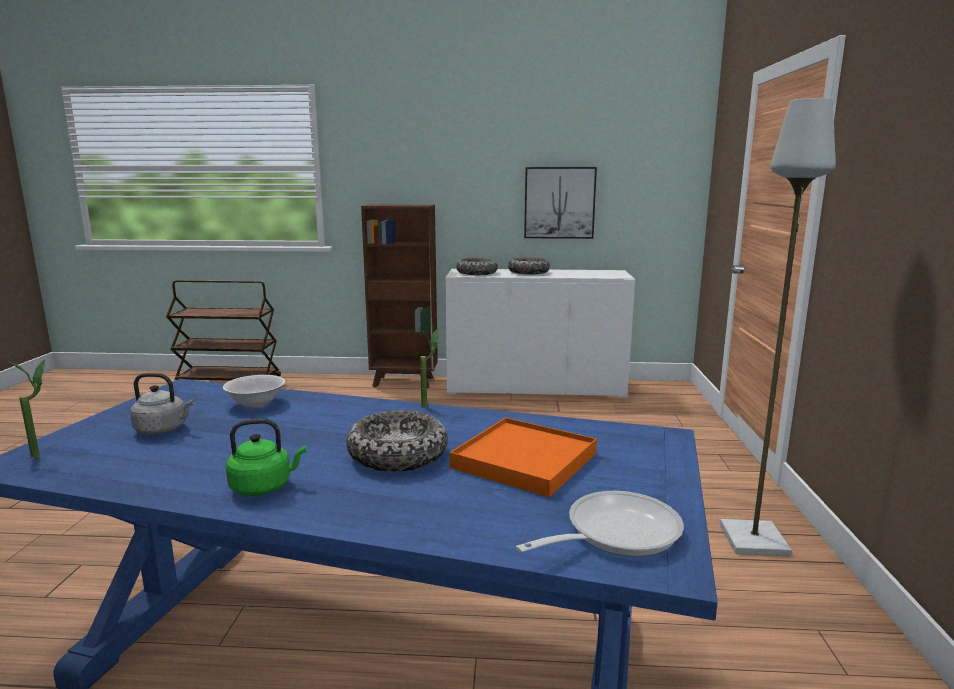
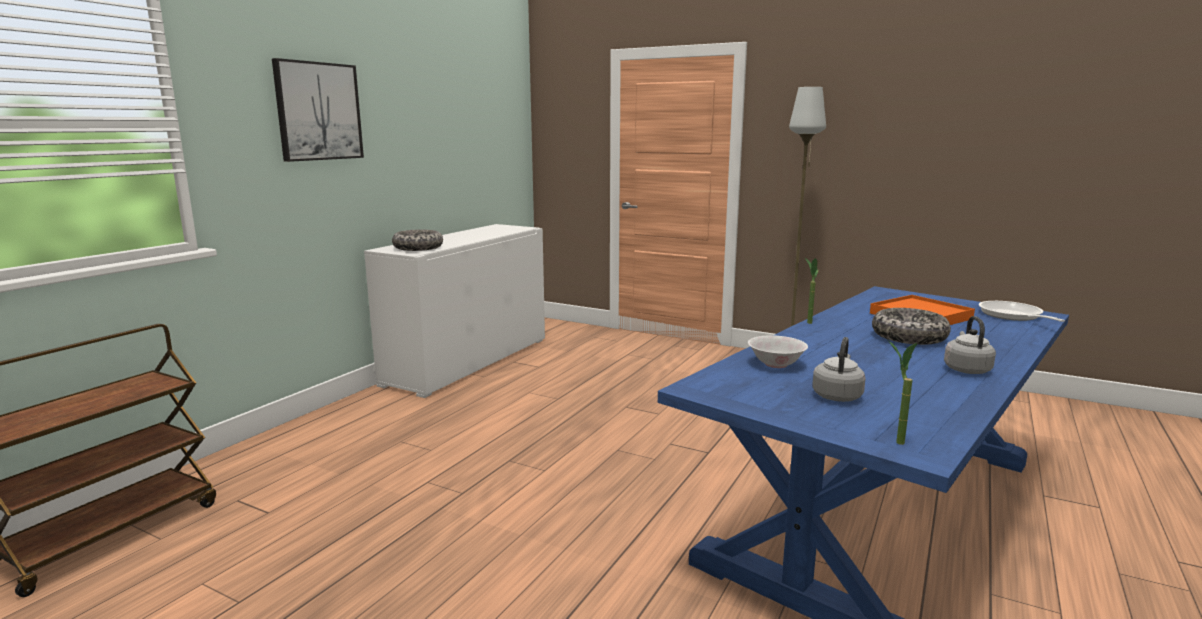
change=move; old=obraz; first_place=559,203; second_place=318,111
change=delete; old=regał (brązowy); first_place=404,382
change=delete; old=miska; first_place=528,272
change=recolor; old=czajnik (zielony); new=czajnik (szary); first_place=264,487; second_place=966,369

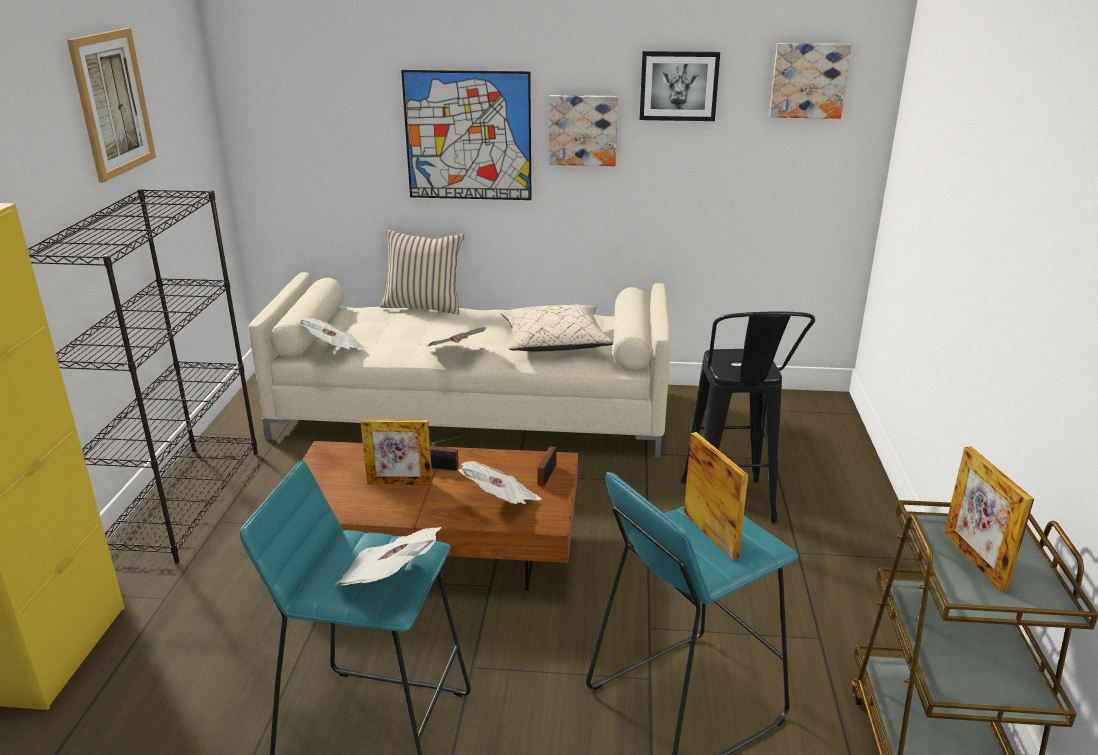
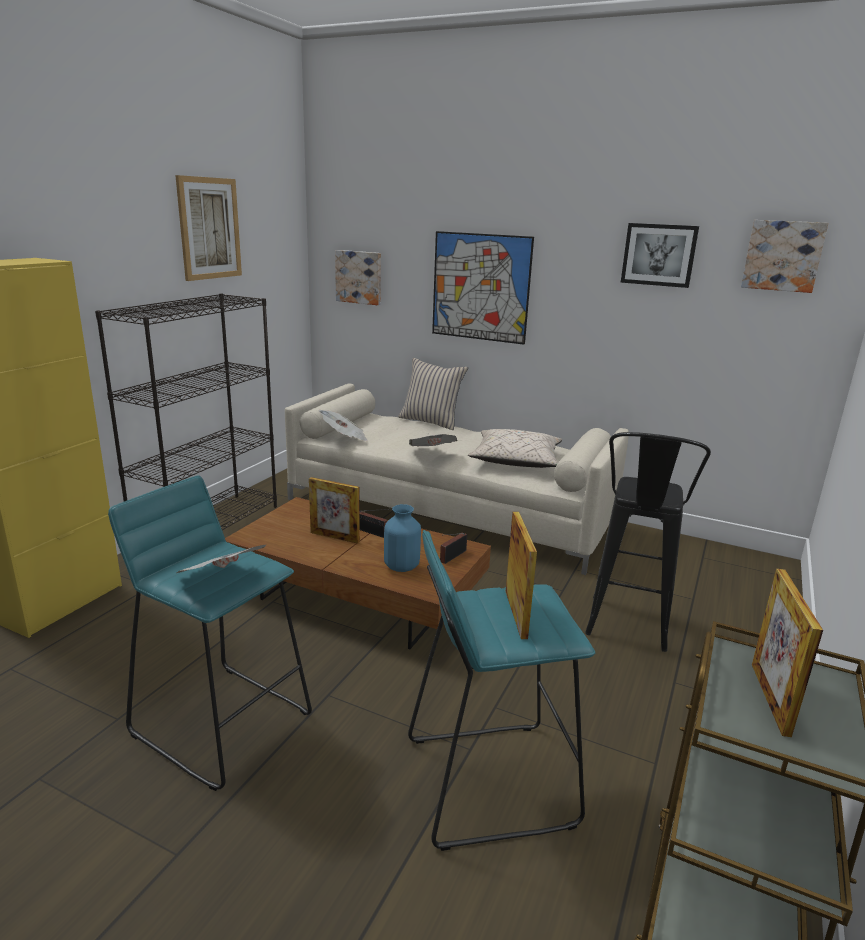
change=move; old=obraz; first_place=583,130; second_place=359,277
change=replace; old=gazeta; new=wazon (niebieski); first_place=501,501; second_place=402,566

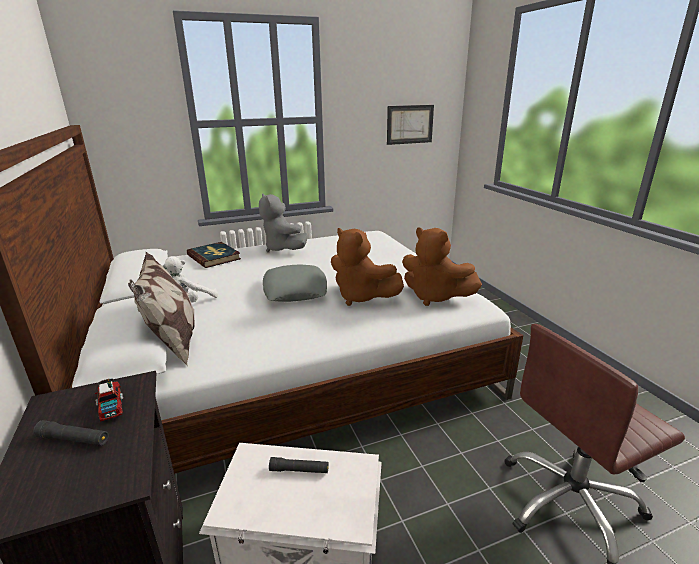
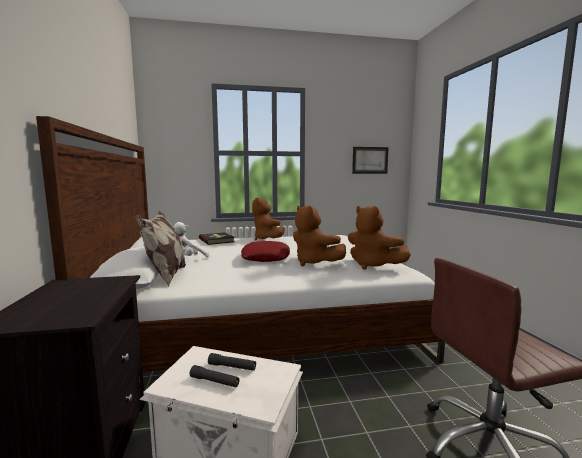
change=recolor; old=pluszak (szary); new=pluszak (brązowy); first_place=283,249; second_place=267,239
change=recolor; old=poduszka (szary); new=poduszka (czerwony); first_place=295,290; second_place=265,257
change=delete; old=ciężarówka zabawkowa; first_place=111,405
change=move; old=latarka (czarny); first_place=74,439; second_place=214,381

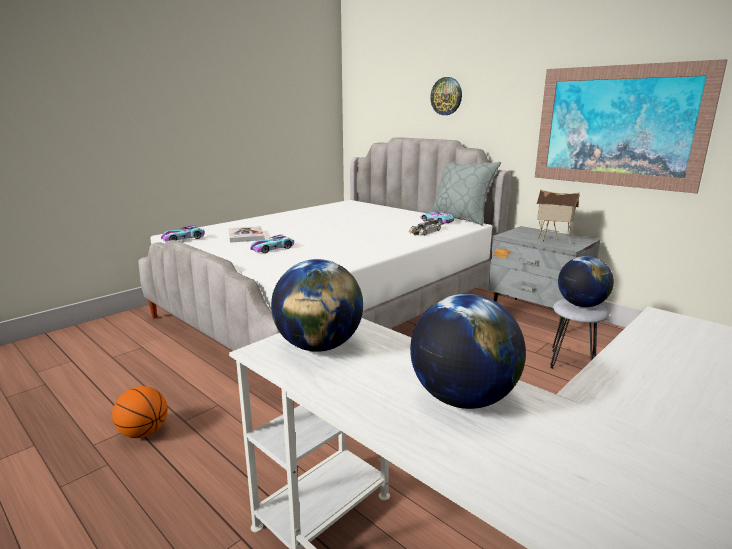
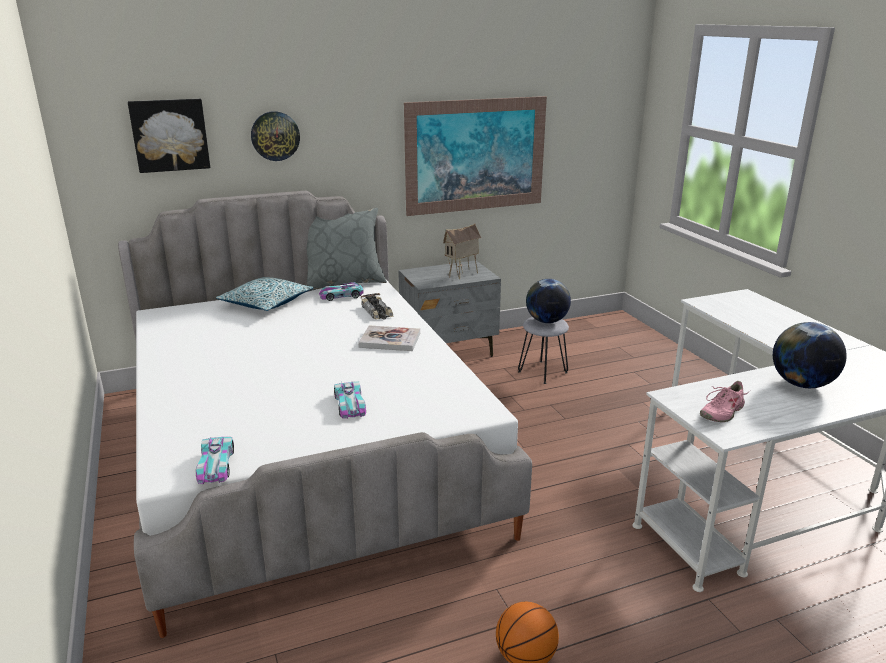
change=move; old=książka; first_place=246,236; second_place=390,340
change=replace; old=globus; new=but (różowy); first_place=319,346; second_place=721,412
change=insert; new=obraz; second_place=170,135
change=insert; new=poduszka; second_place=266,303

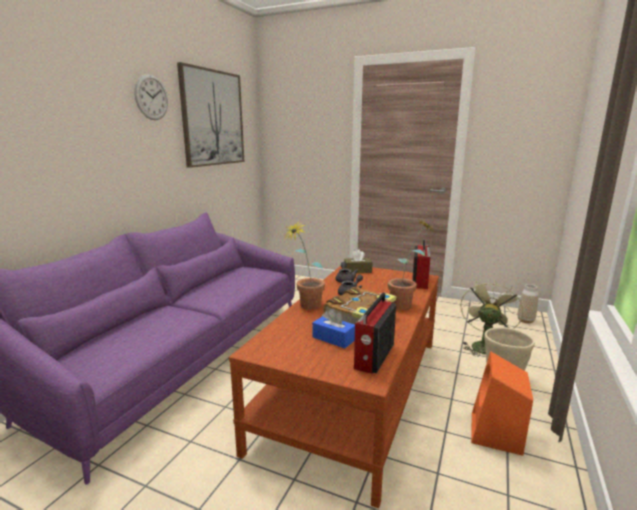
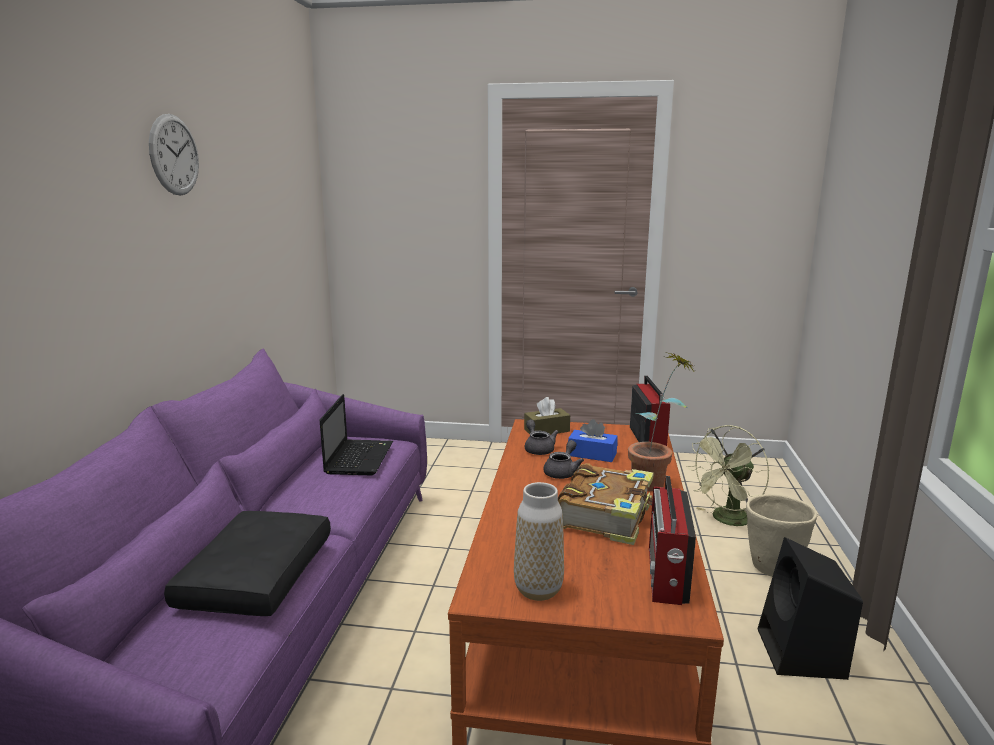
change=delete; old=obraz; first_place=213,118
change=delete; old=roślina doniczkowa; first_place=306,307
change=rotate; old=wentylator (zielony); first_place=484,345; second_place=727,521; degrees=-135
change=move; old=wazon; first_place=525,320; second_place=538,590
change=move; old=pudełko chusteczek (niebieski); first_place=333,338; second_place=592,454
change=recolor; old=głośnik (pomarańczowy); new=głośnik (czarny); first_place=496,434; second_place=802,655
change=insert; new=laptop; second_place=359,457
change=insert; new=poduszka (czarny); second_place=255,575

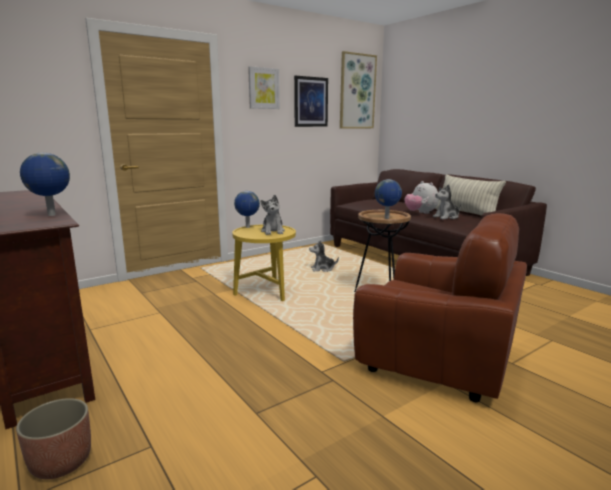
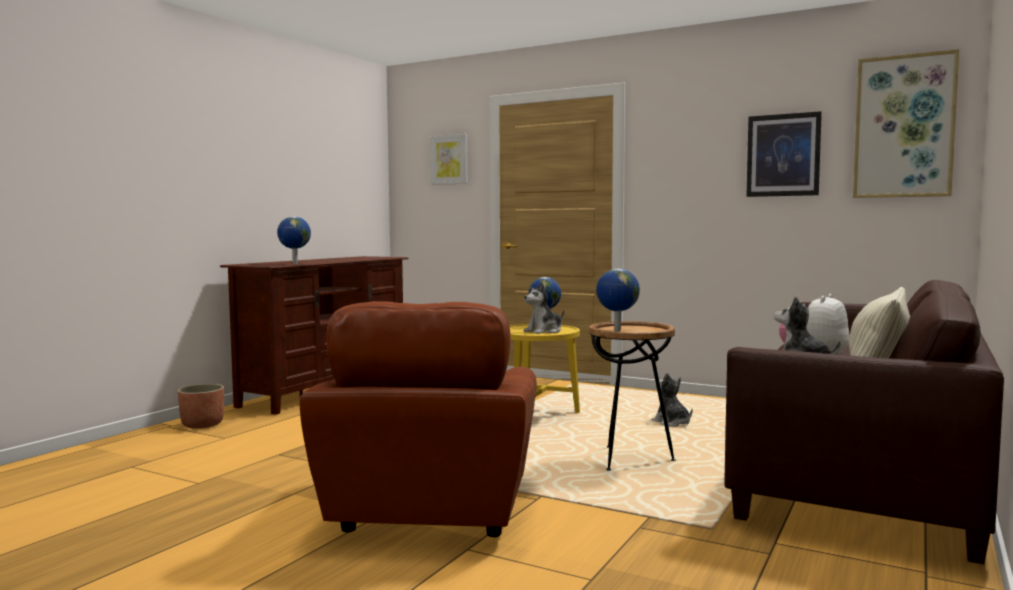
change=move; old=obraz; first_place=263,88; second_place=449,159

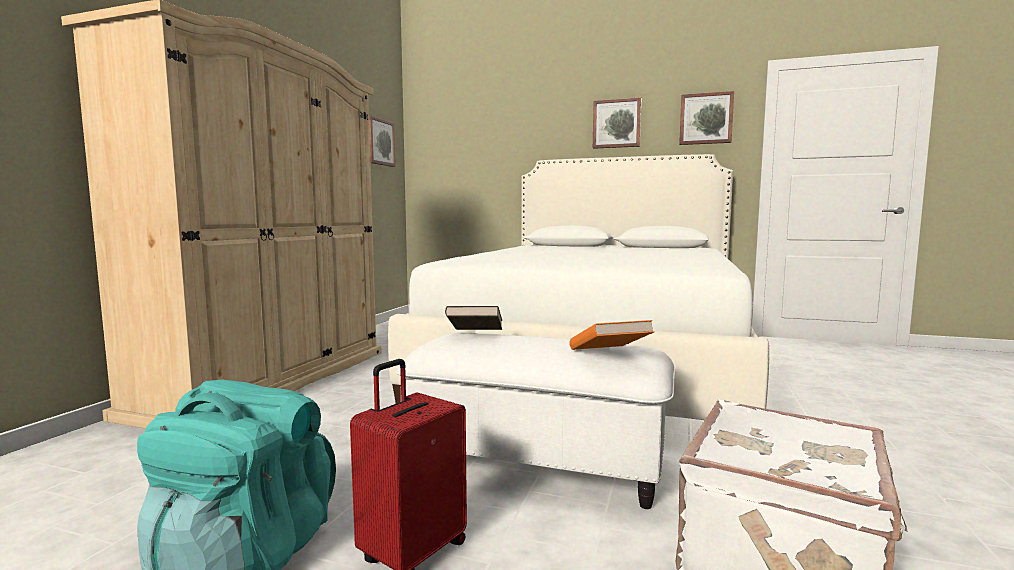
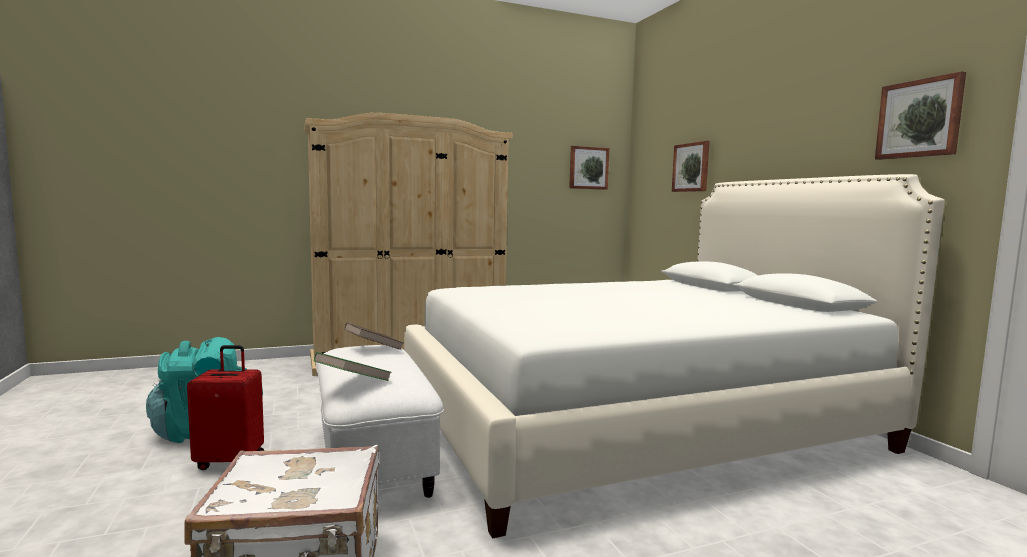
change=move; old=obraz; first_place=616,123; second_place=691,167
change=recolor; old=książka (pomarańczowy); new=książka (zielony); first_place=608,355; second_place=353,382

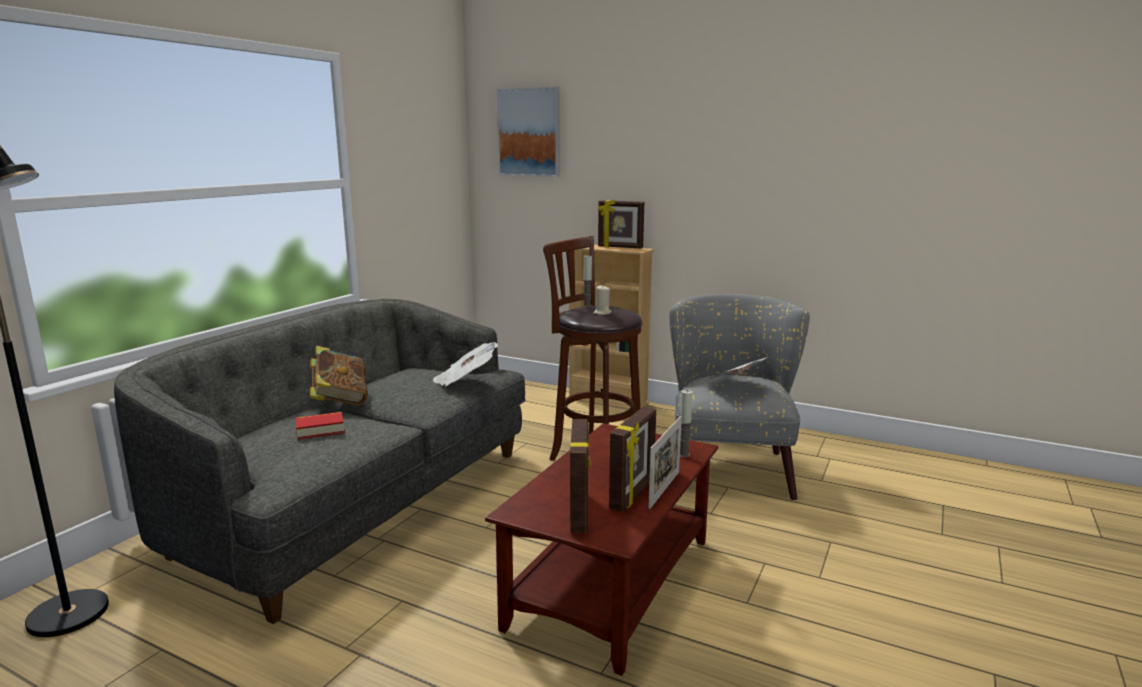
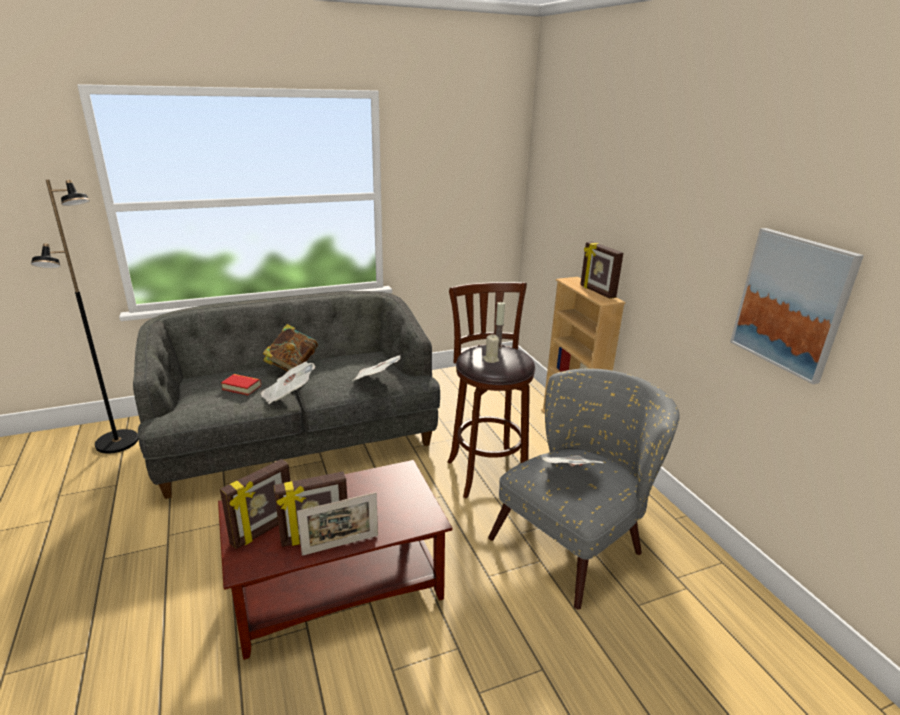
change=move; old=obraz; first_place=529,132; second_place=792,303
change=delete; old=świeca; first_place=684,455
change=insert; new=gazeta; second_place=288,395

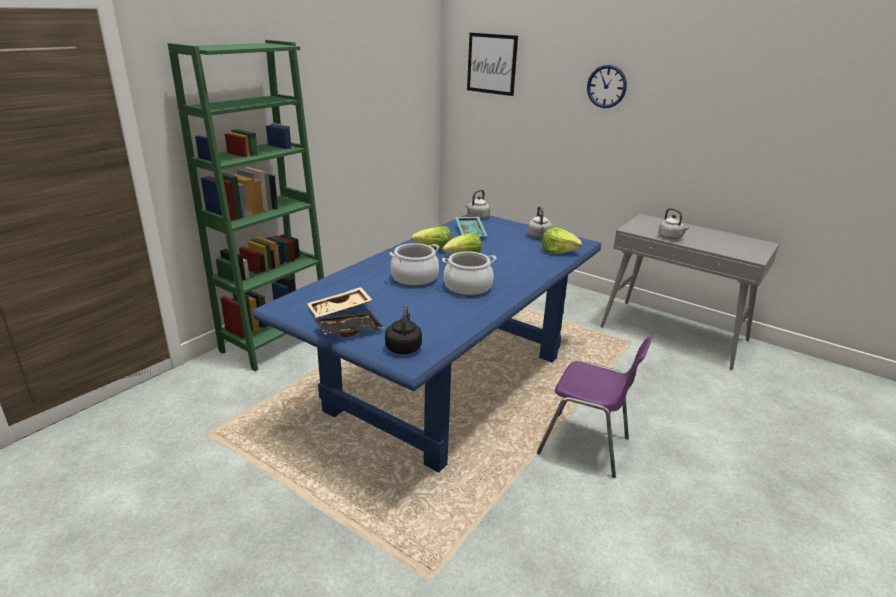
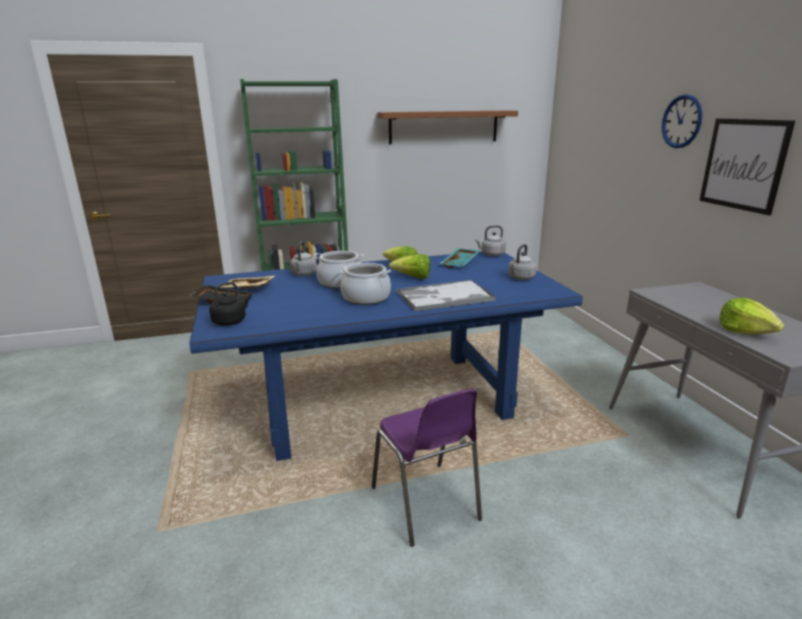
change=move; old=obraz; first_place=491,64; second_place=743,164
change=move; old=czajnik (szary); first_place=671,237; second_place=303,274
change=move; old=sałata; first_place=558,251; second_place=745,331
change=insert; new=półka (brązowy); second_place=443,127
change=insert; new=taca; second_place=444,297

